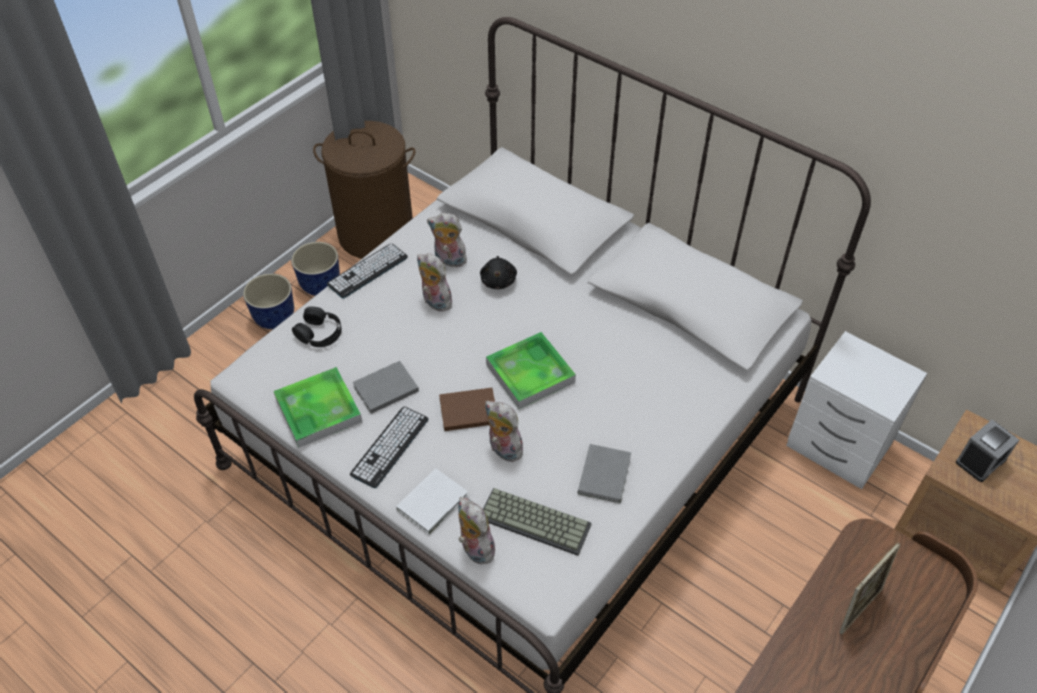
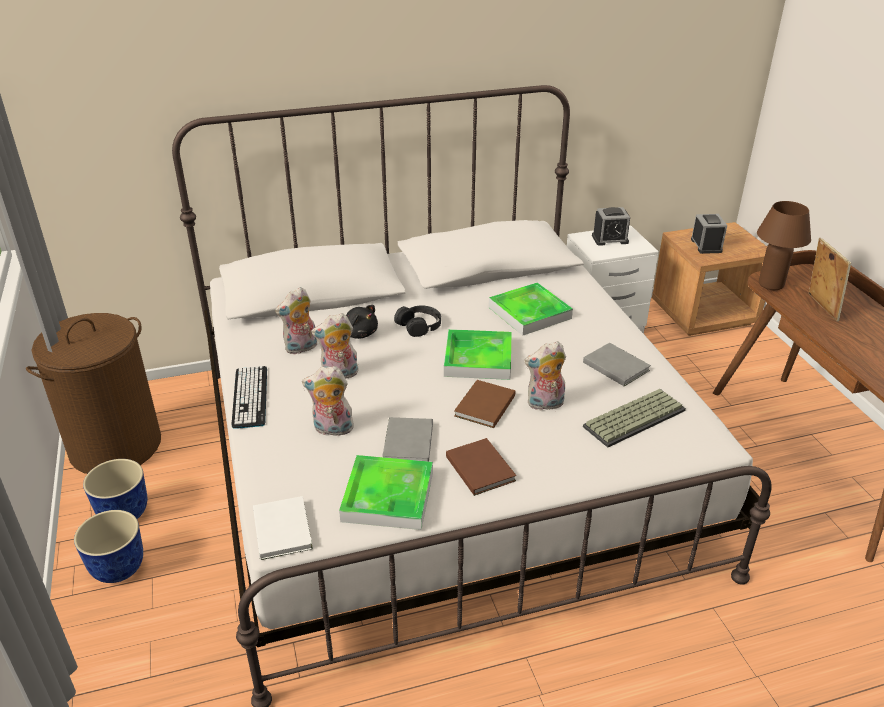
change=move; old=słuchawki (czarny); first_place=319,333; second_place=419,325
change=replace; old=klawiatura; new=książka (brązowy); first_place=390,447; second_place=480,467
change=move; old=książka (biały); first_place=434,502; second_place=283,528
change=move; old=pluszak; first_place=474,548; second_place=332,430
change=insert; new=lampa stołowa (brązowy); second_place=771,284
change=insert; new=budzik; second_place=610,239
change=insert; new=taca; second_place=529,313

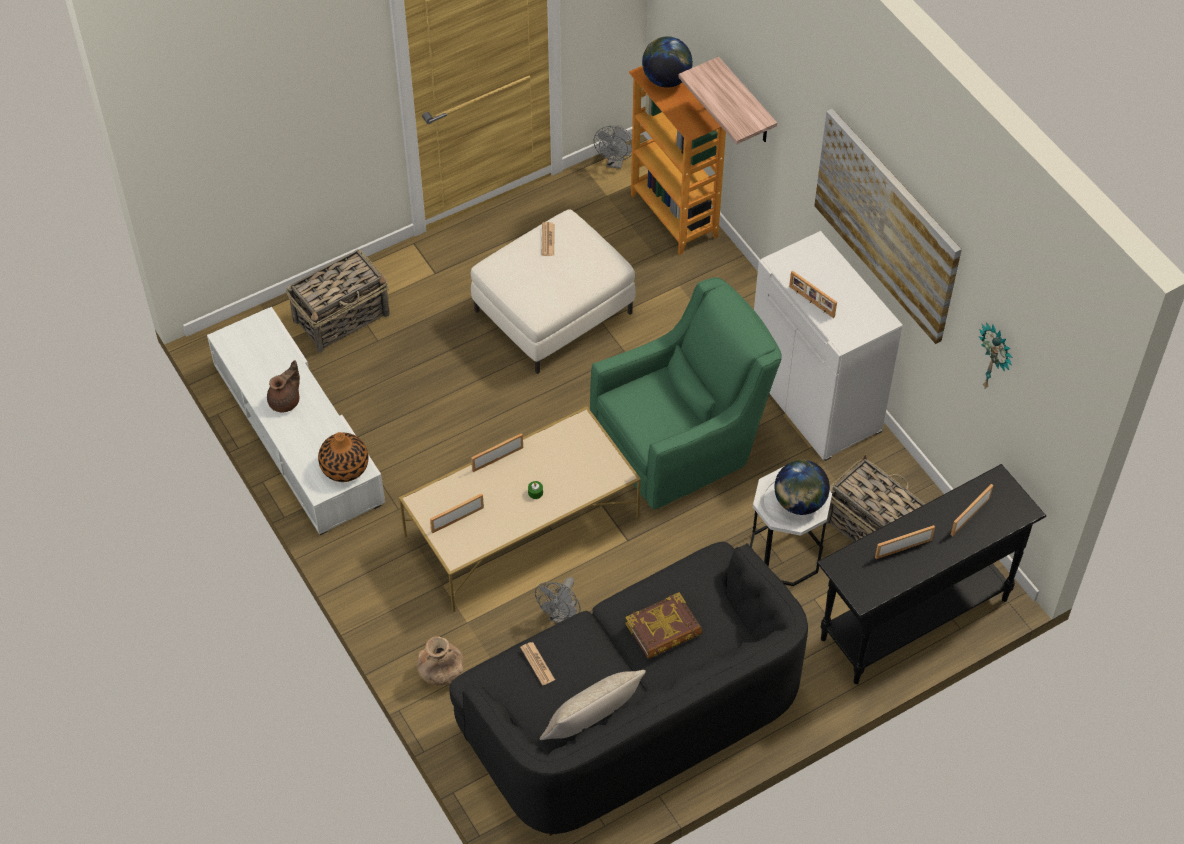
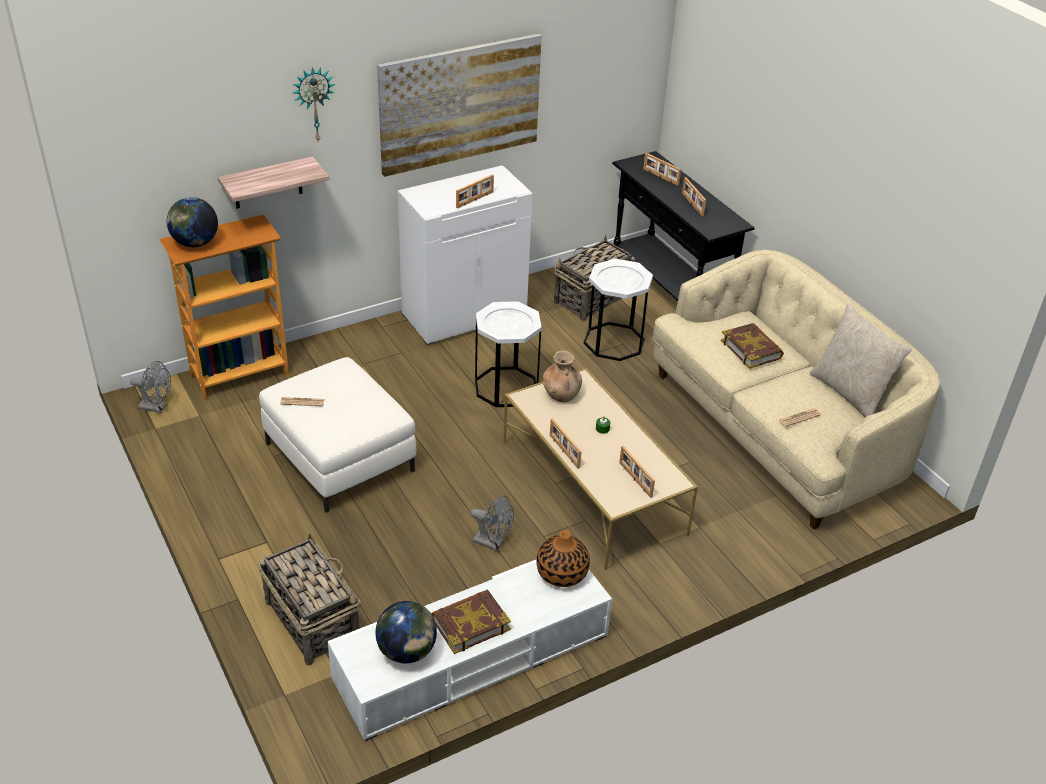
change=replace; old=fotel (zielony); new=stolik (biały); first_place=682,446; second_place=506,387
change=move; old=zegar ścienny; first_place=995,358; second_place=314,104
change=replace; old=imbryk (brązowy); new=książka; first_place=286,401; second_place=470,624
change=move; old=globus; first_place=799,502; second_place=407,652
change=recolor; old=kanapa (czarny); new=kanapa (beżowy); first_place=632,716; second_place=777,430
change=move; old=wentylator (szary); first_place=561,616; second_place=493,543
change=move; old=wazon (brązowy); first_place=441,673; second_place=561,395

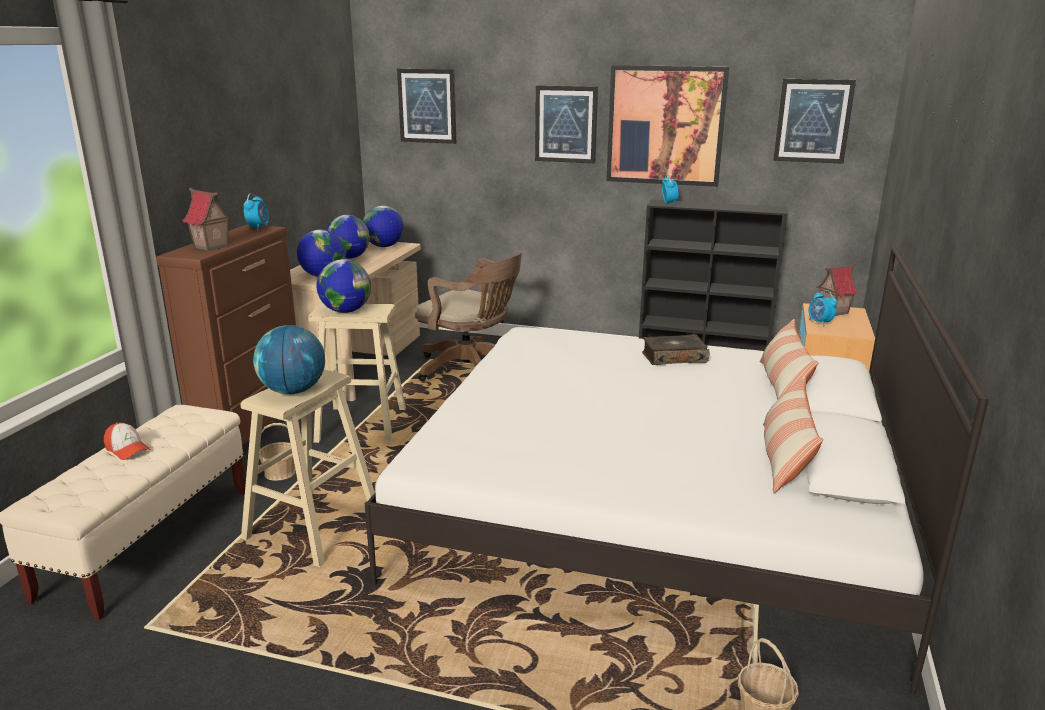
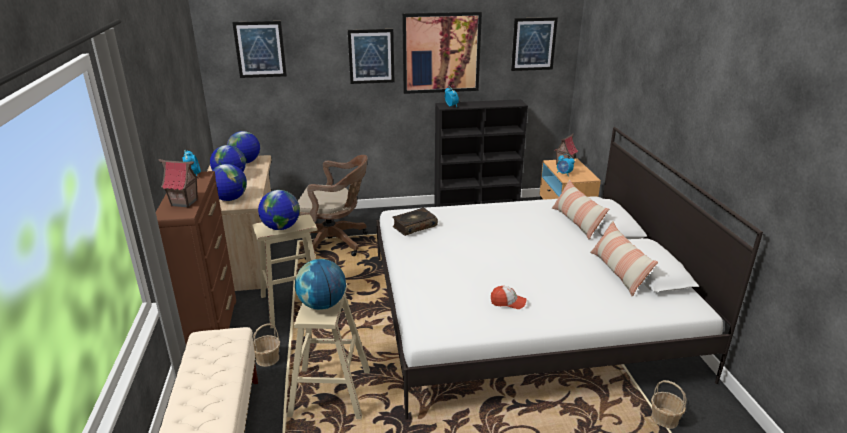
change=move; old=książka; first_place=673,357; second_place=414,226
change=move; old=czapka z daszkiem; first_place=127,449; second_place=508,302

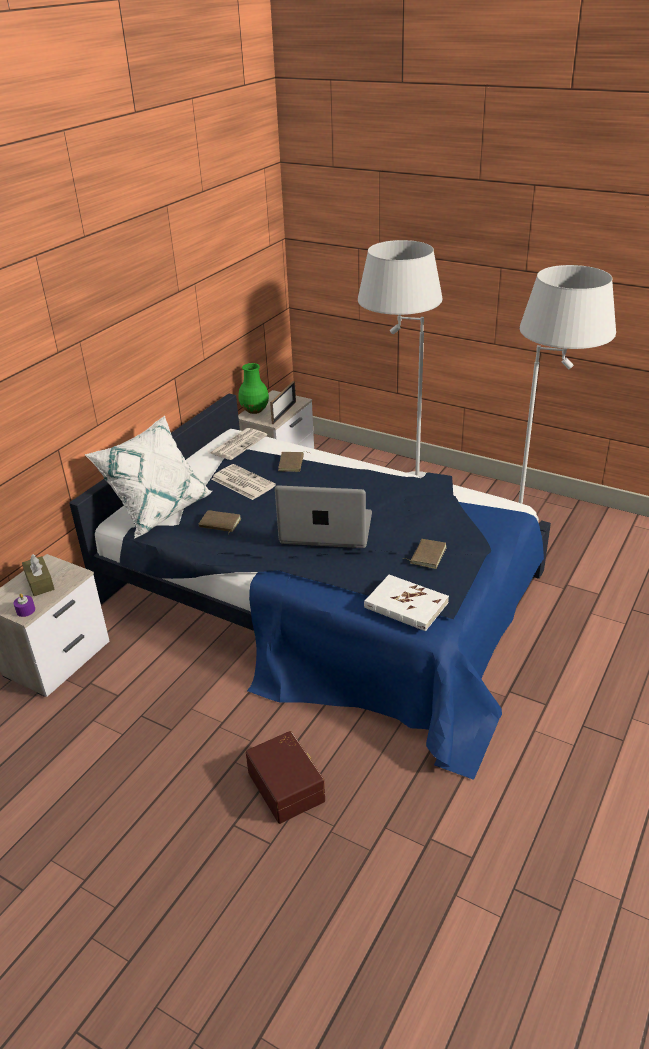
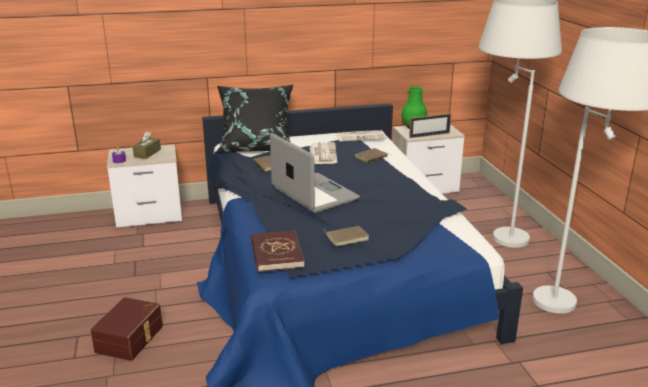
change=recolor; old=poduszka (biały); new=poduszka (czarny); first_place=158,509; second_place=257,148
change=recolor; old=książka (biały); new=książka (czerwony); first_place=406,605; second_place=276,254

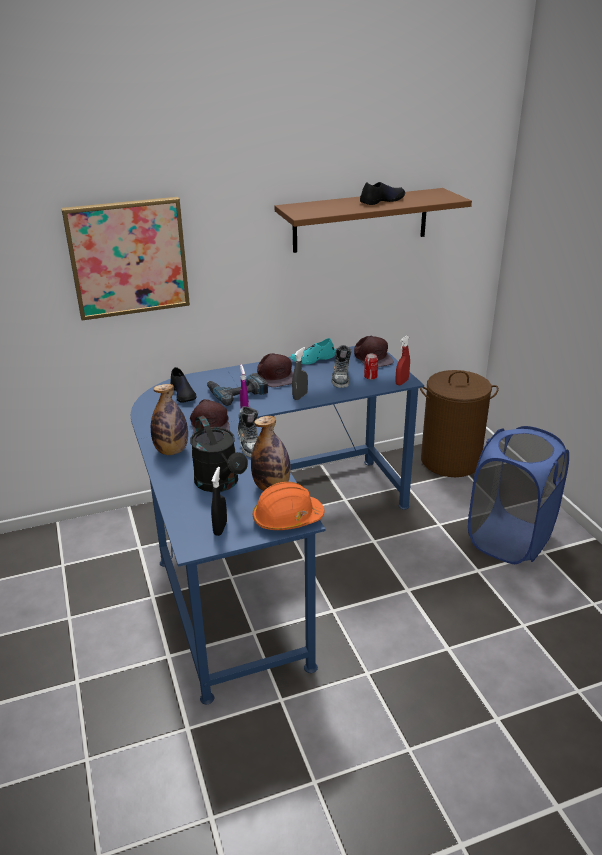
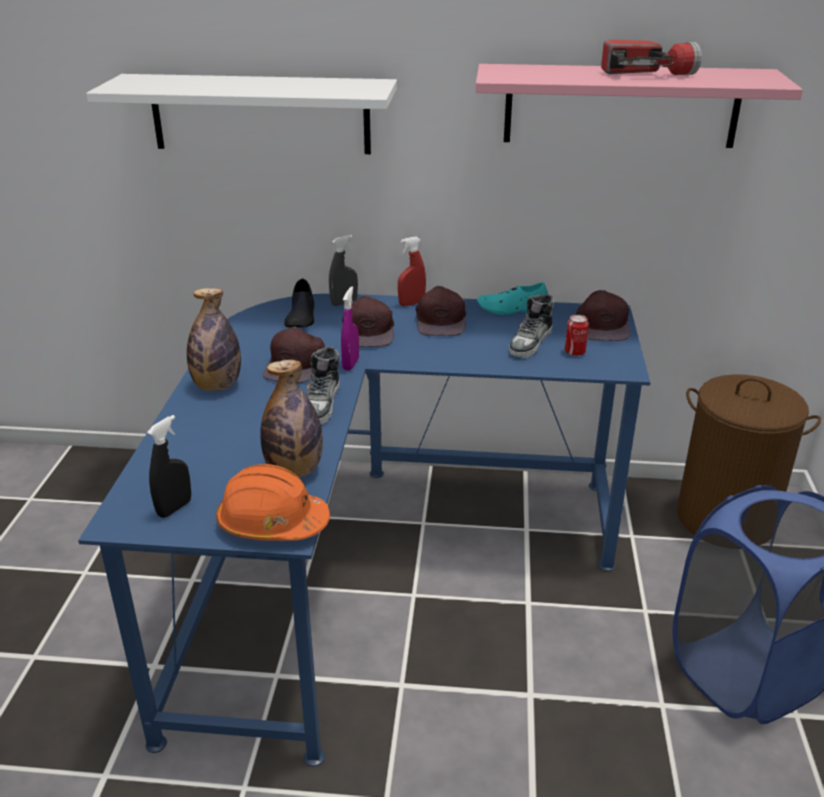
change=replace; old=but (czarny); new=latarka; first_place=382,200; second_place=648,74
change=recolor; old=półka (brązowy); new=półka (różowy); first_place=360,220; second_place=621,106
change=replace; old=obraz; new=półka (biały); first_place=128,258; second_place=260,114
change=move; old=spryskiwacz (czerwony); first_place=402,382; second_place=411,303
change=move; old=spryskiwacz (szary); first_place=300,396; second_place=344,303
change=replace; old=wiertarka; new=czapka z daszkiem (brązowy); first_place=237,392; second_place=369,331
change=delete; old=konewka (czarny); first_place=220,483

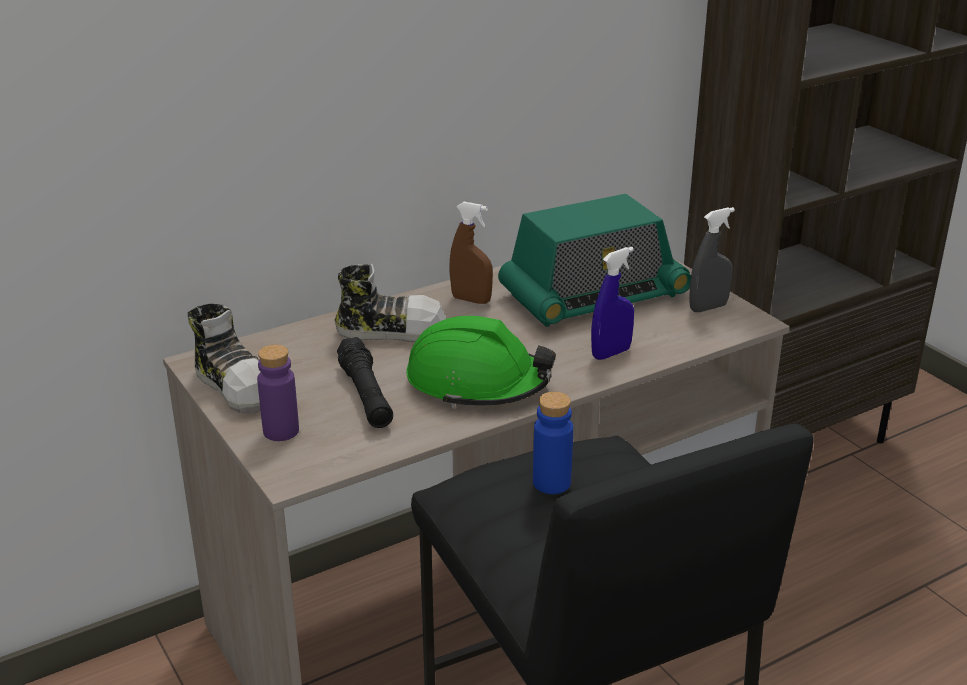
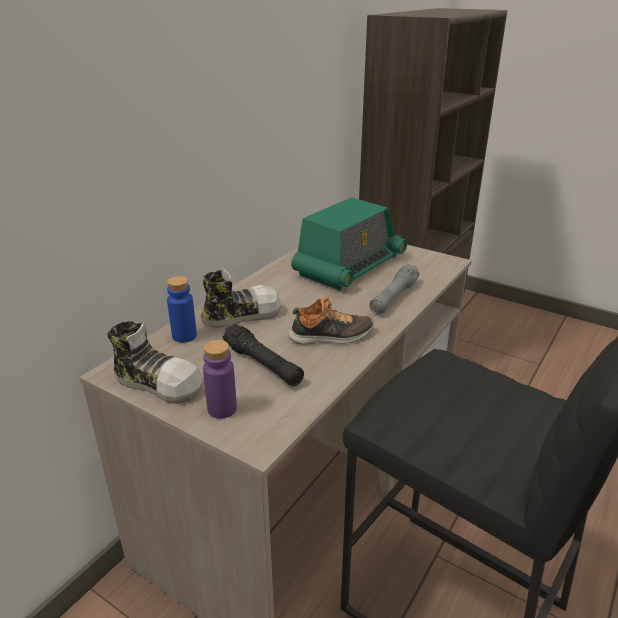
change=delete; old=spryskiwacz (brązowy); first_place=471,300
change=delete; old=spryskiwacz (szary); first_place=708,307
change=replace; old=spryskiwacz (niebieski); new=latarka (szary); first_place=611,353; second_place=393,297
change=replace; old=kask (zielony); new=but; first_place=477,383; second_place=331,336
change=move; old=butelka (niebieski); first_place=551,483; second_place=184,336

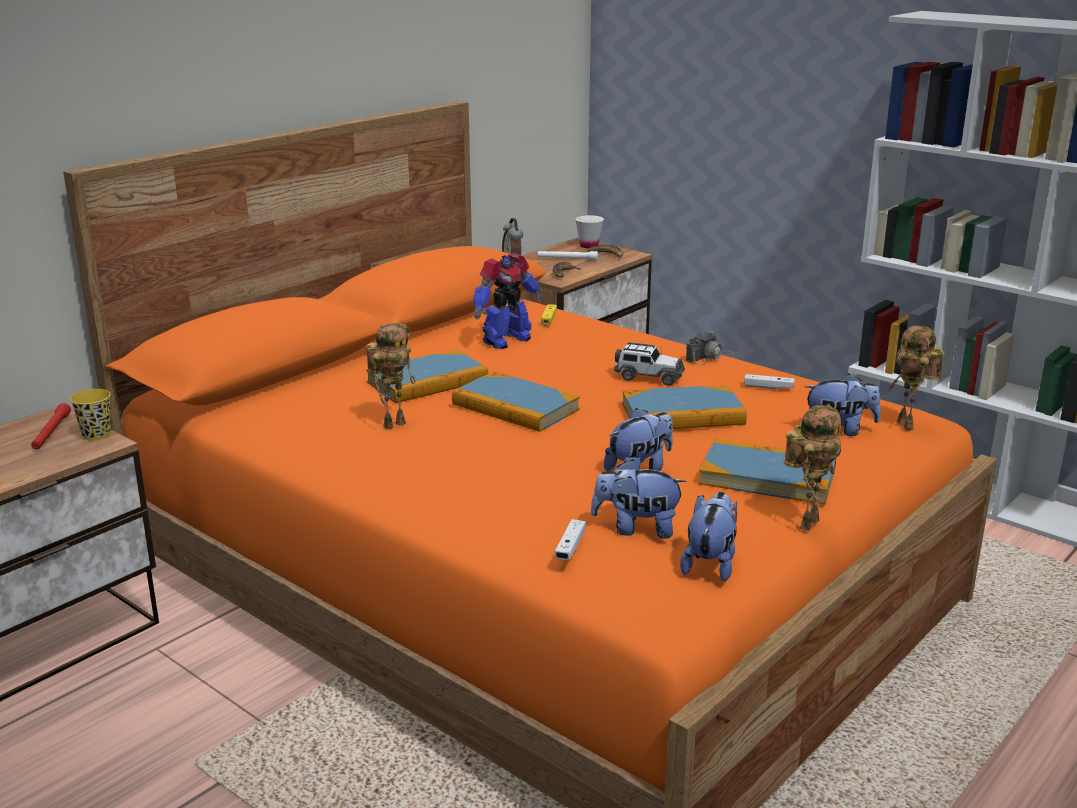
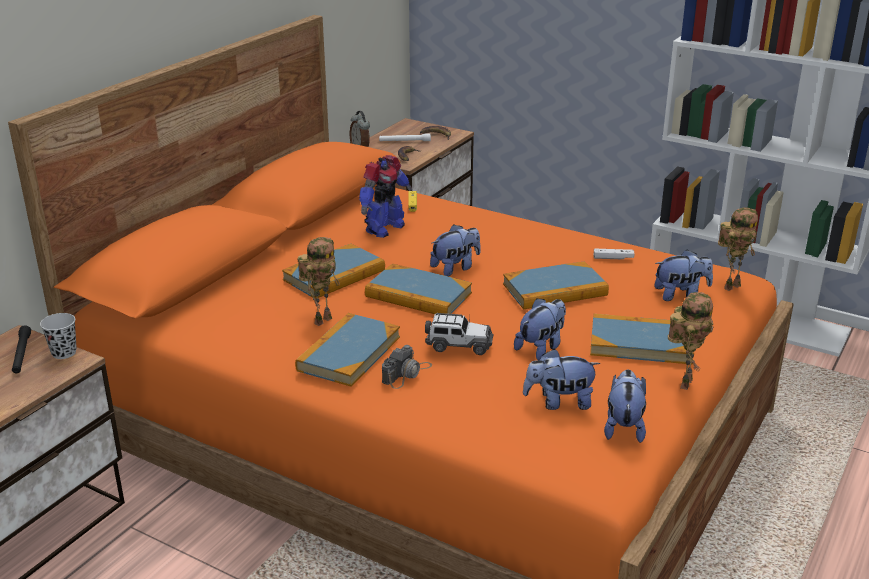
change=delete; old=filiżanka (biały); first_place=589,246
change=rotate; old=robot zabawkowy; first_place=908,426; second_place=731,286; degrees=-105
change=move; old=aparat fotograficzny; first_place=709,357; second_place=407,373
change=move; old=samochodzik; first_place=648,377; second_place=459,345
change=recolor; old=filiżanka (żółty); new=filiżanka (czarny); first_place=96,434; second_place=64,353
change=recolor; old=latarka (czerwony); new=latarka (czarny); first_place=51,432; second_place=22,354
change=delete; old=pad do gier (biały); first_place=570,547
change=insert; new=pluszak; second_place=455,268
change=insert; new=książka; second_place=349,353

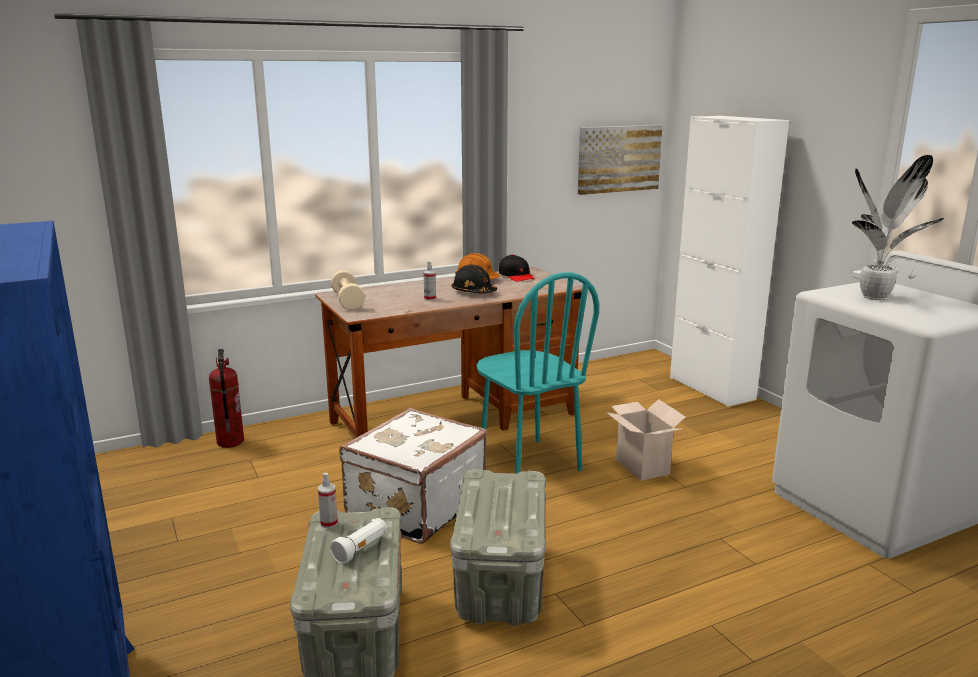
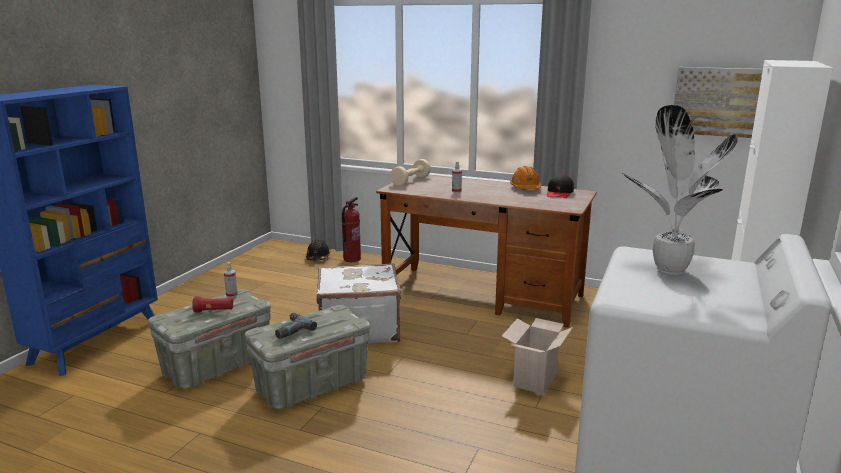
change=move; old=kask (czarny); first_place=473,292; second_place=318,257
change=delete; old=krzesło (turkusowy); first_place=529,463
change=recolor; old=latarka (biały); new=latarka (czerwony); first_place=361,549; second_place=214,311
change=insert; new=wiertarka; second_place=290,330

